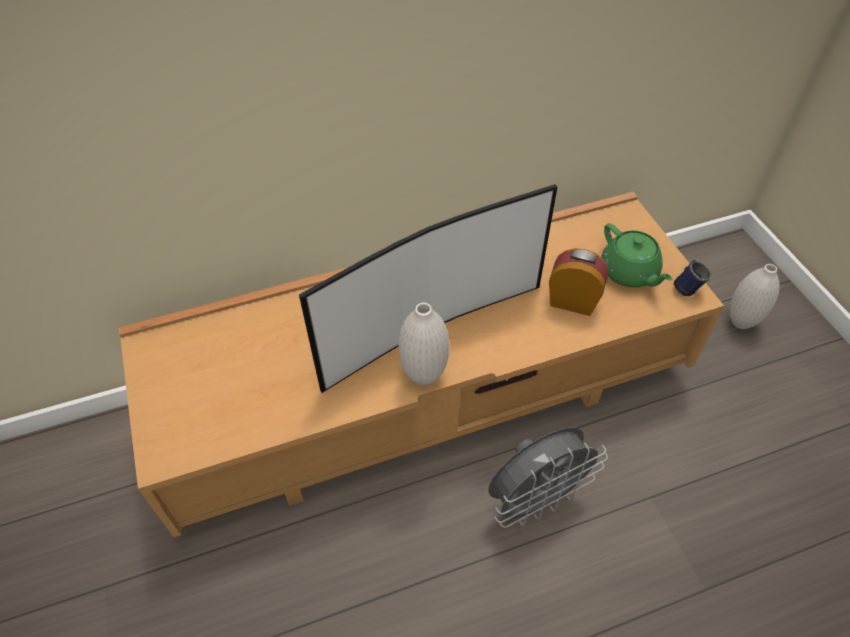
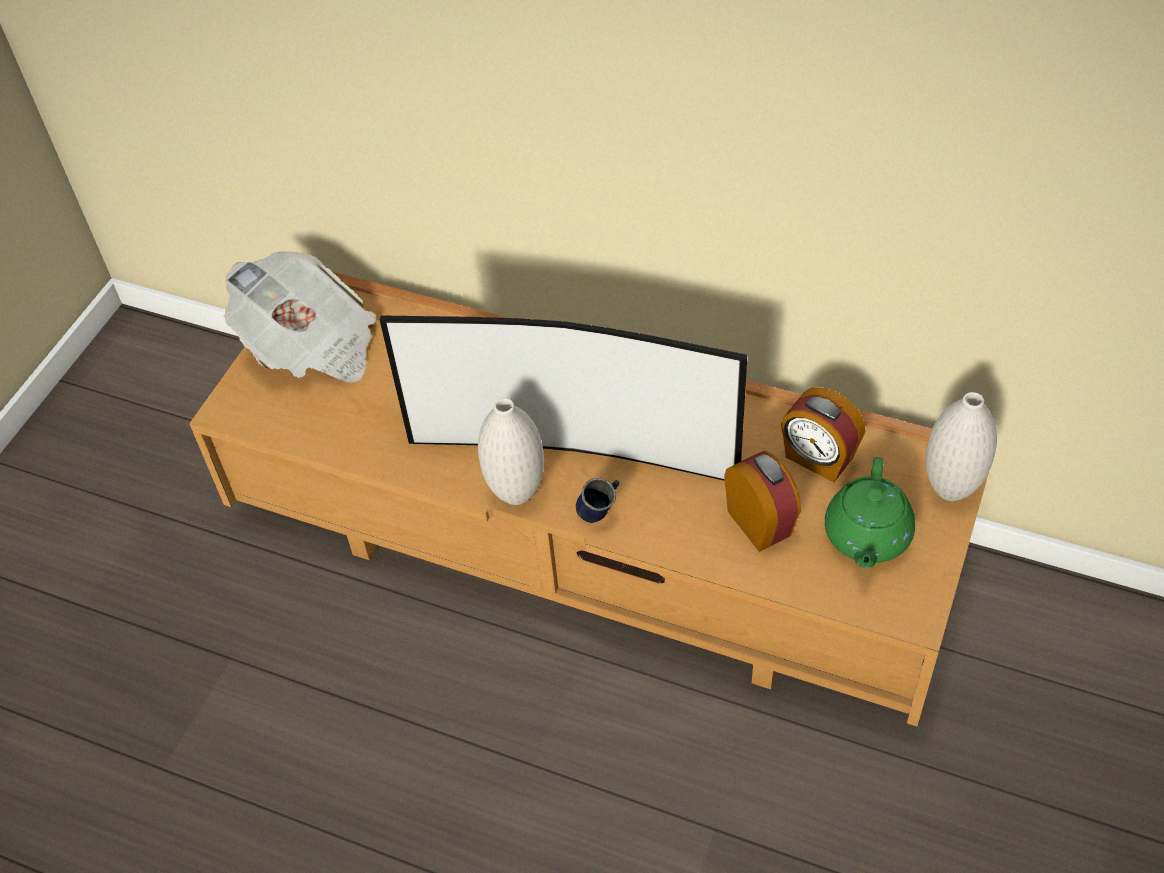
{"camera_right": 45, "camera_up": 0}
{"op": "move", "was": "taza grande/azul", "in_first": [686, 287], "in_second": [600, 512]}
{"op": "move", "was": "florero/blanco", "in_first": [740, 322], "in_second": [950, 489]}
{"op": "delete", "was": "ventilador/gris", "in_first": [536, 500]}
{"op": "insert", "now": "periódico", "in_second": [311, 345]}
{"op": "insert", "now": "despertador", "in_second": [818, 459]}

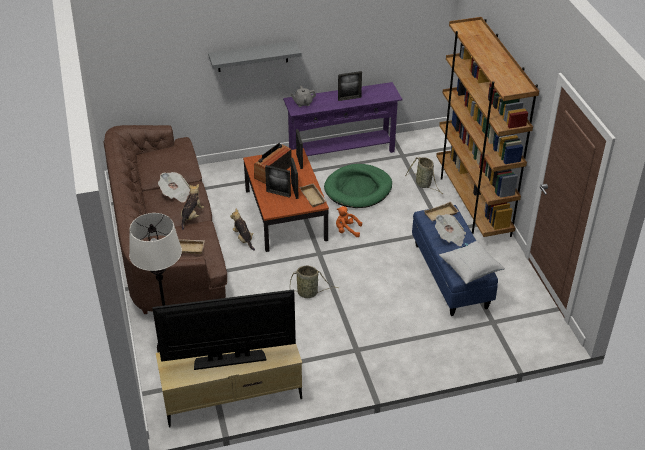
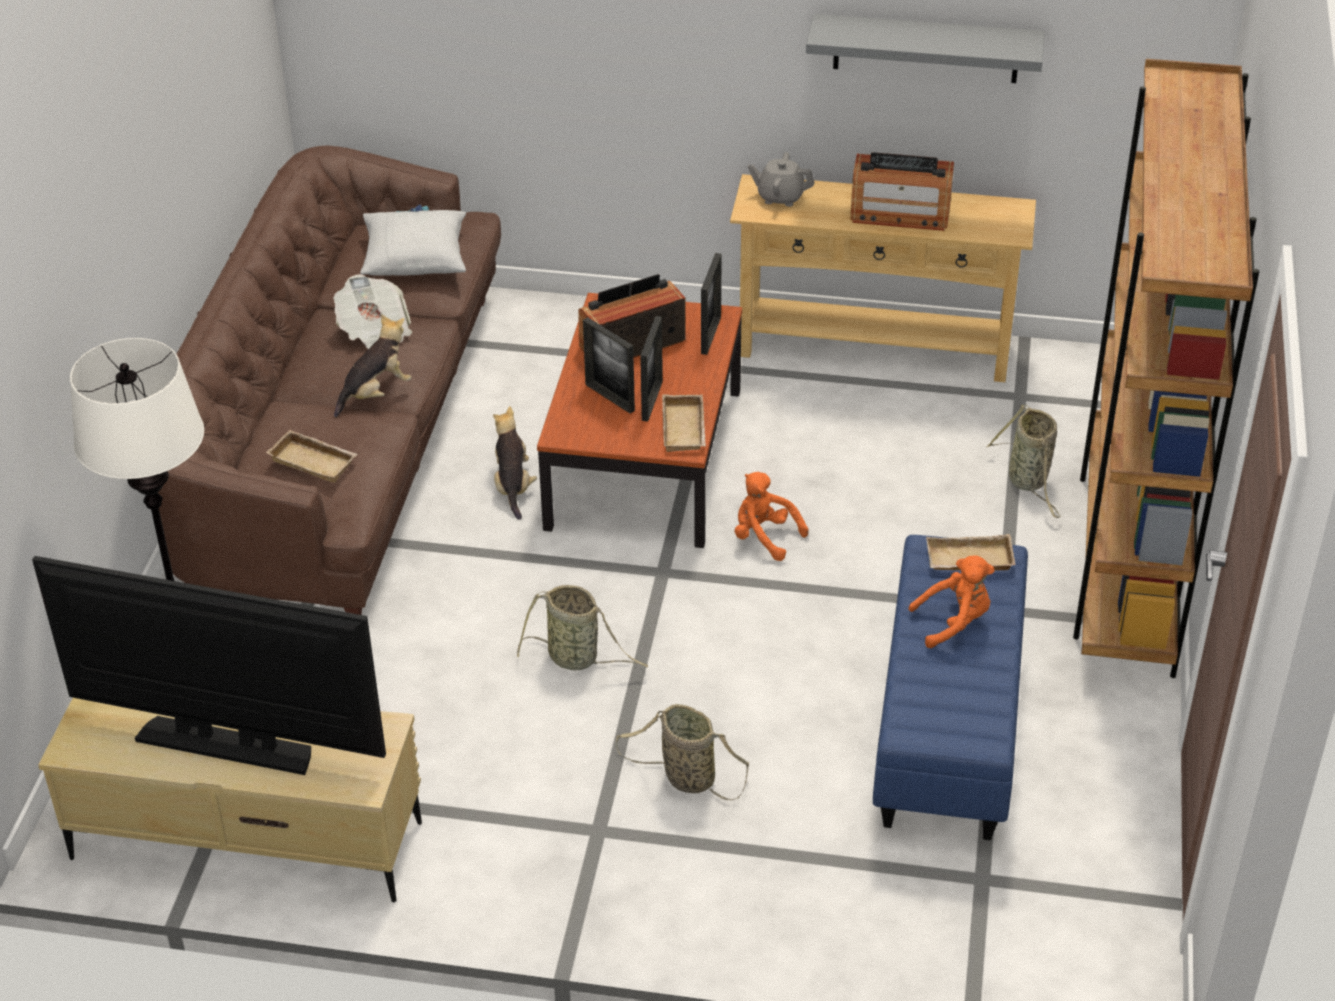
{"camera_right": 25, "camera_up": 0}
{"op": "move", "was": "estante/gris", "in_first": [252, 56], "in_second": [926, 48]}
{"op": "replace", "was": "portarretratos", "now": "radio", "in_first": [349, 98], "in_second": [900, 213]}
{"op": "recolor", "was": "mesa consola/morado", "now": "mesa consola/beis", "in_first": [341, 152], "in_second": [874, 348]}
{"op": "delete", "was": "cama para perro/verde", "in_first": [358, 189]}
{"op": "replace", "was": "periódico", "now": "peluche/naranja", "in_first": [450, 236], "in_second": [954, 622]}
{"op": "move", "was": "cojín/gris", "in_first": [470, 268], "in_second": [415, 259]}
{"op": "insert", "now": "cesta", "in_second": [685, 777]}

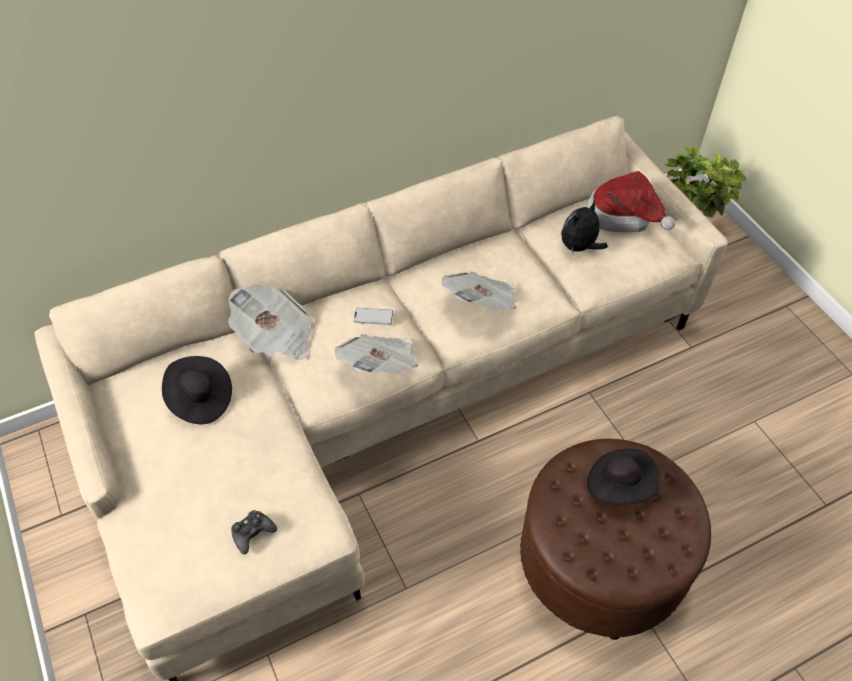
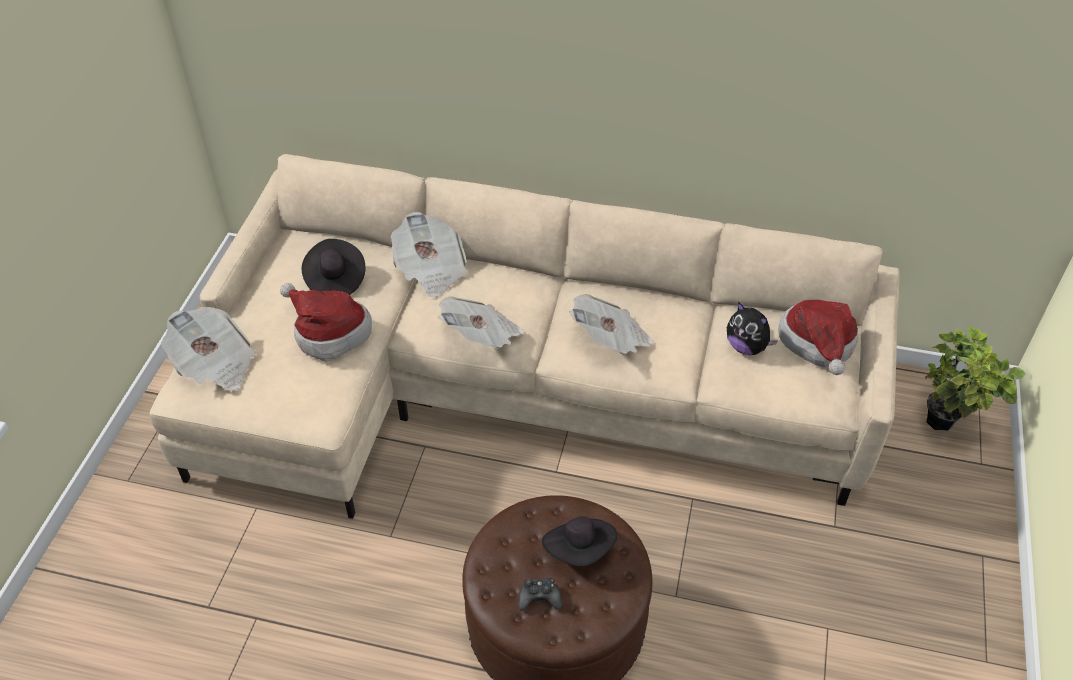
{"camera_right": 40, "camera_up": -5}
{"op": "rotate", "was": "peluche", "in_first": [579, 247], "in_second": [746, 347], "clockwise": -135}
{"op": "delete", "was": "móvil", "in_first": [373, 317]}
{"op": "move", "was": "mando de consola/negro", "in_first": [252, 533], "in_second": [539, 597]}
{"op": "insert", "now": "sombrero", "in_second": [328, 333]}
{"op": "insert", "now": "periódico", "in_second": [215, 364]}

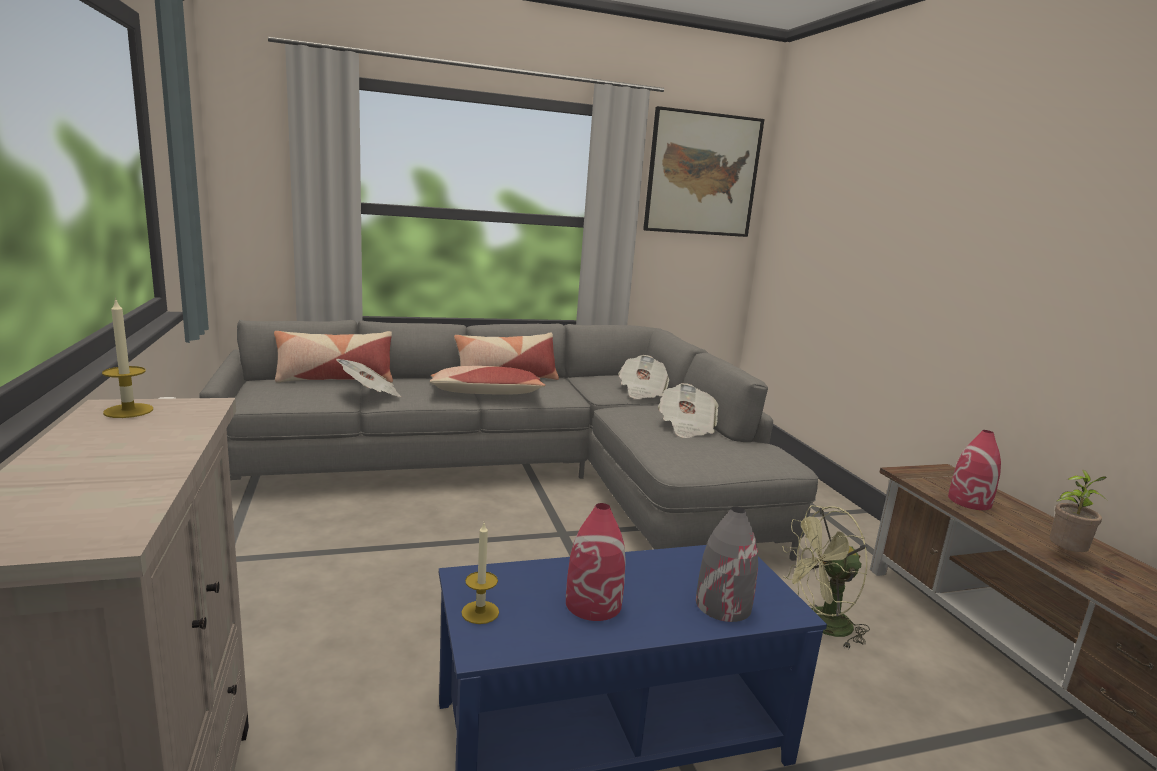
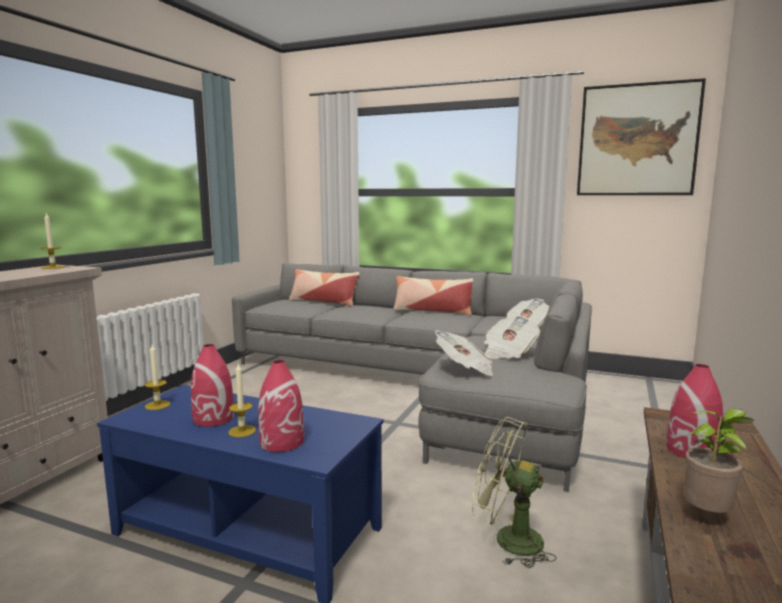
{"camera_right": 40, "camera_up": -5}
{"op": "move", "was": "periódico", "in_first": [370, 394], "in_second": [465, 369]}
{"op": "delete", "was": "cojín", "in_first": [486, 393]}
{"op": "recolor", "was": "florero/gris", "now": "florero/rojo", "in_first": [722, 605], "in_second": [282, 442]}
{"op": "insert", "now": "vela", "in_second": [242, 431]}

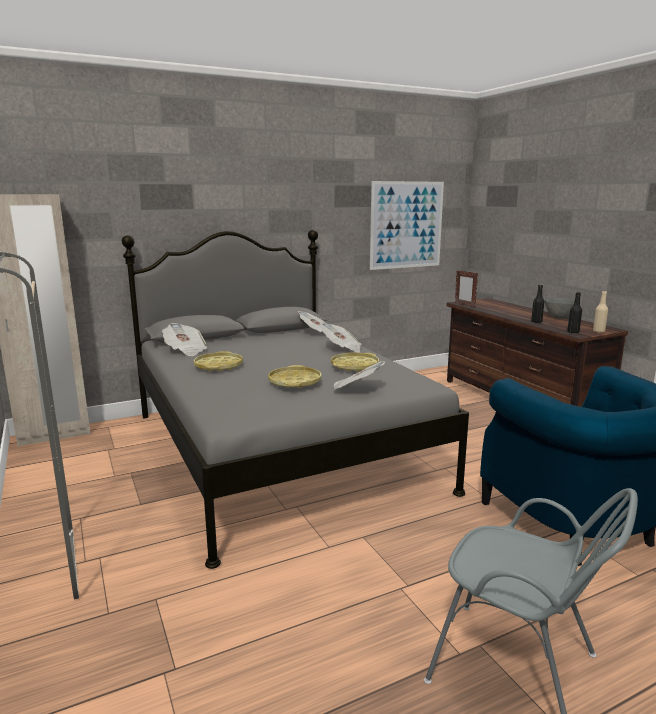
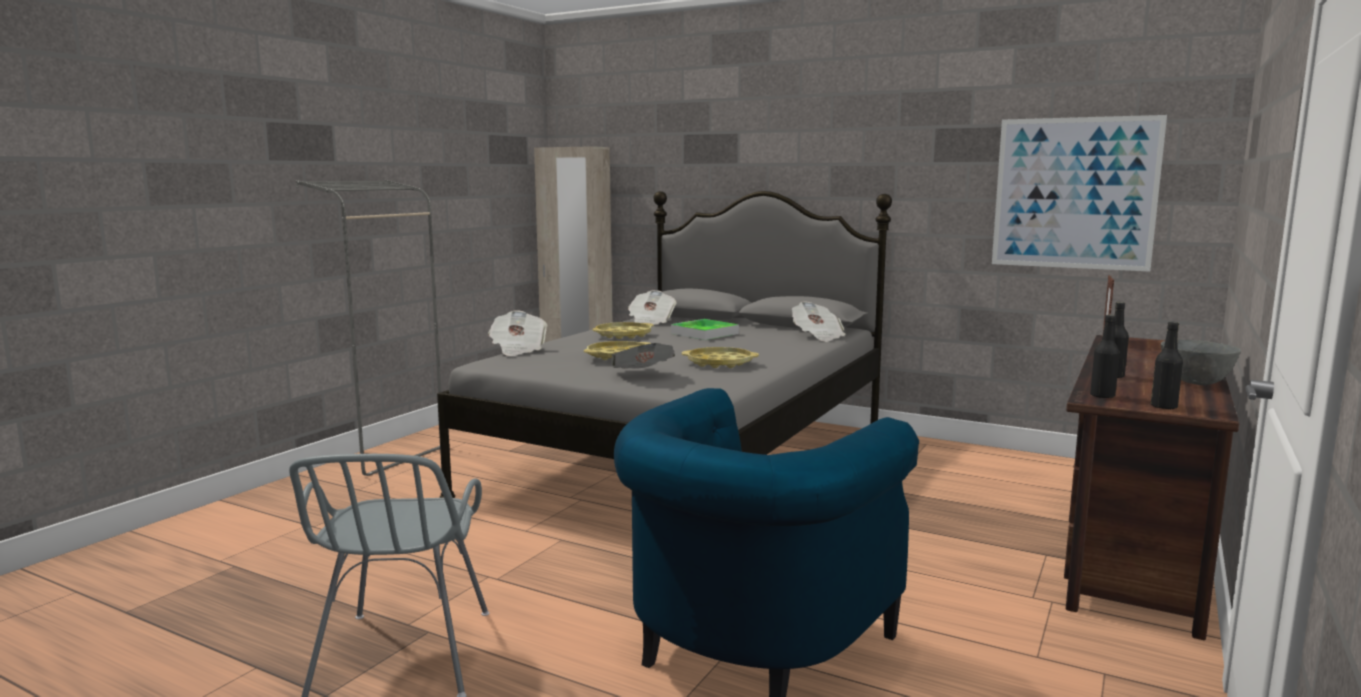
{"camera_right": 55, "camera_up": -5}
{"op": "recolor", "was": "botella/beis", "now": "botella/negro", "in_first": [598, 331], "in_second": [1163, 407]}
{"op": "move", "was": "periódico", "in_first": [342, 348], "in_second": [518, 349]}
{"op": "insert", "now": "bandeja", "in_second": [704, 333]}

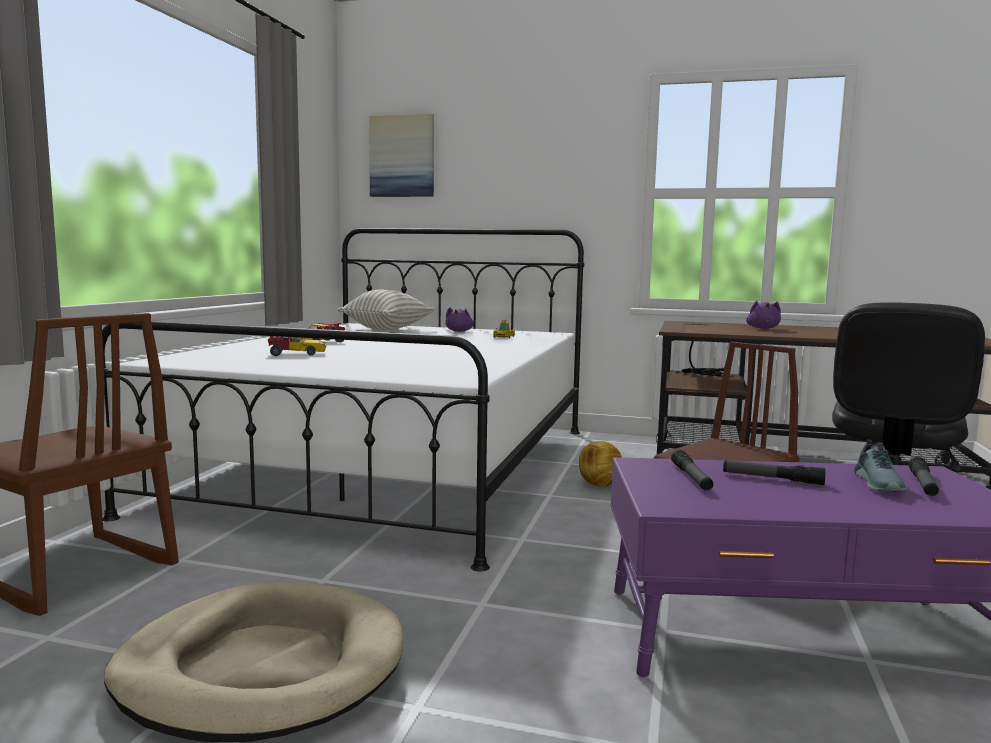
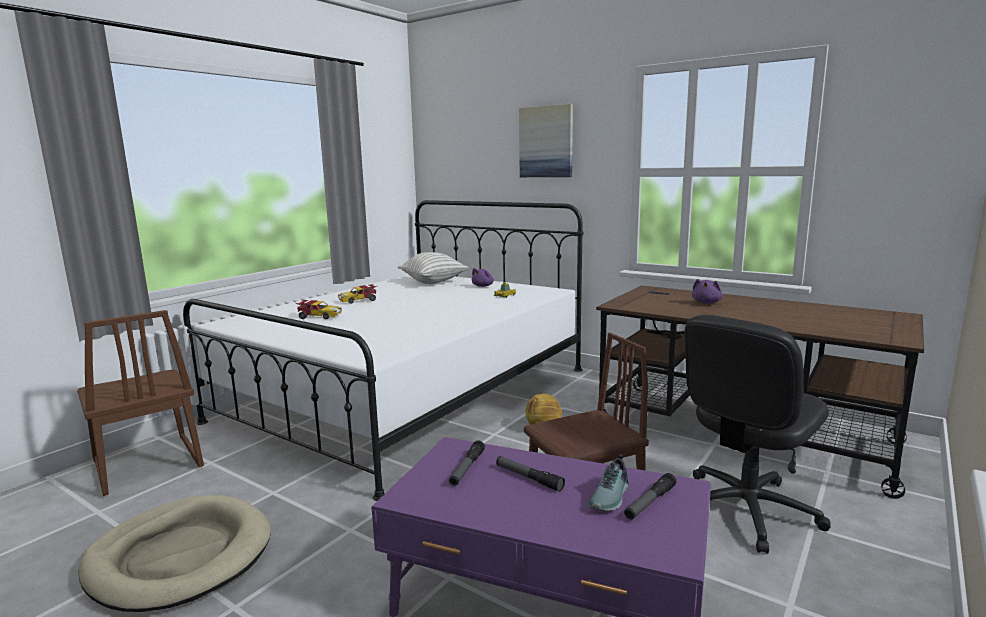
{"camera_right": 20, "camera_up": 5}
{"op": "move", "was": "cuadro", "in_first": [402, 156], "in_second": [546, 142]}

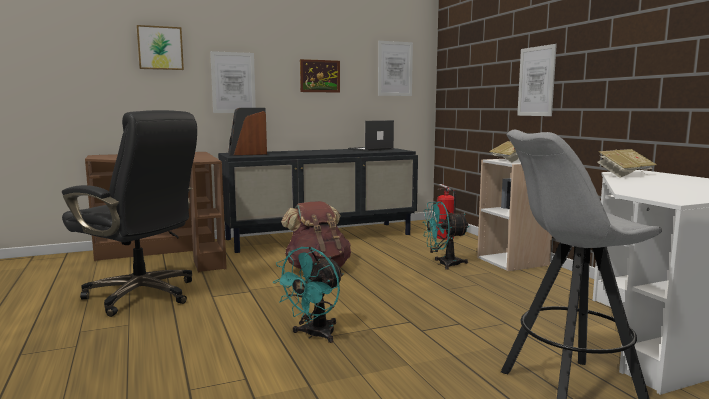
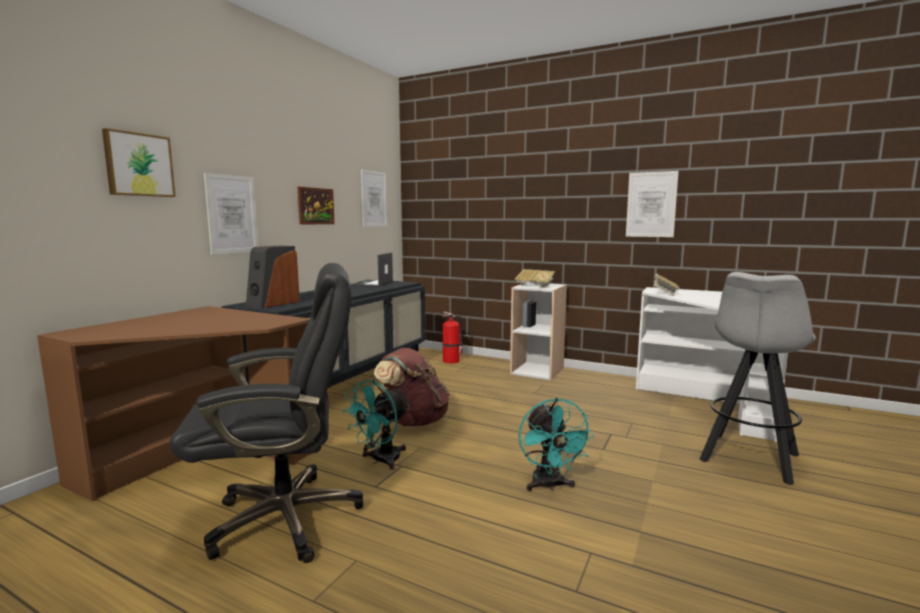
{"camera_right": -40, "camera_up": 0}
{"op": "move", "was": "cuadro", "in_first": [536, 81], "in_second": [651, 204]}
{"op": "move", "was": "ventilador/turquesa", "in_first": [443, 264], "in_second": [380, 461]}

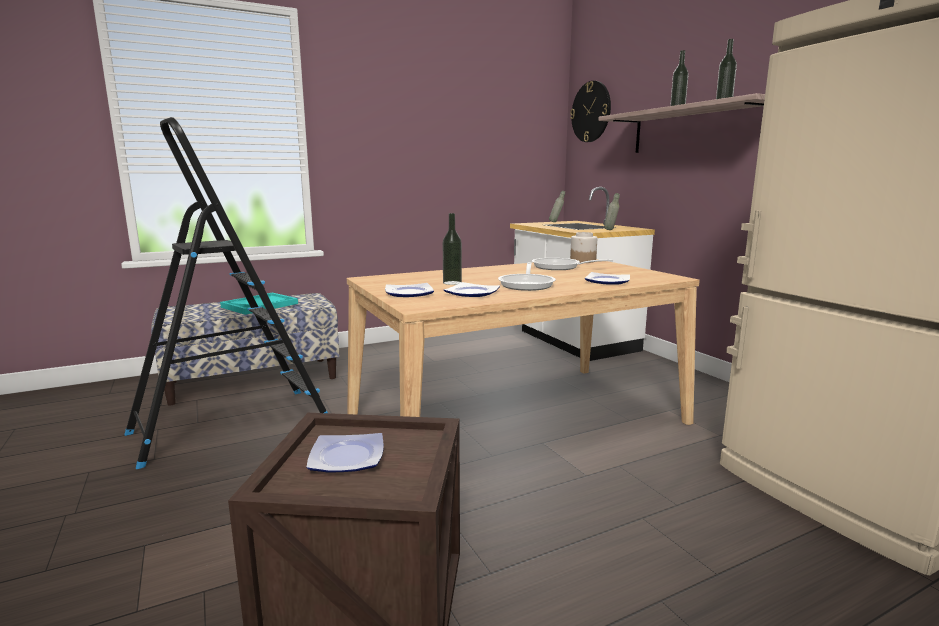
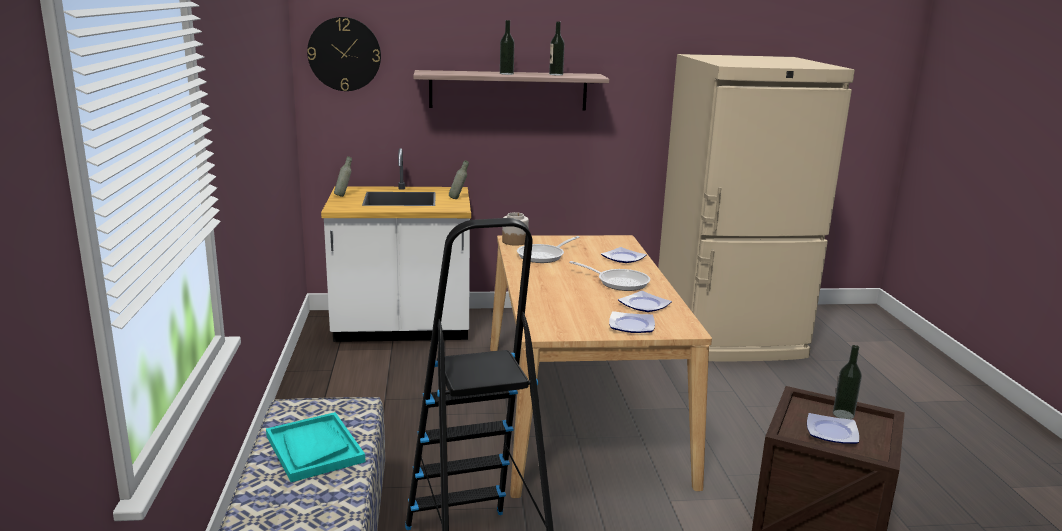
{"camera_right": -70, "camera_up": 5}
{"op": "move", "was": "botella", "in_first": [452, 283], "in_second": [843, 414]}

